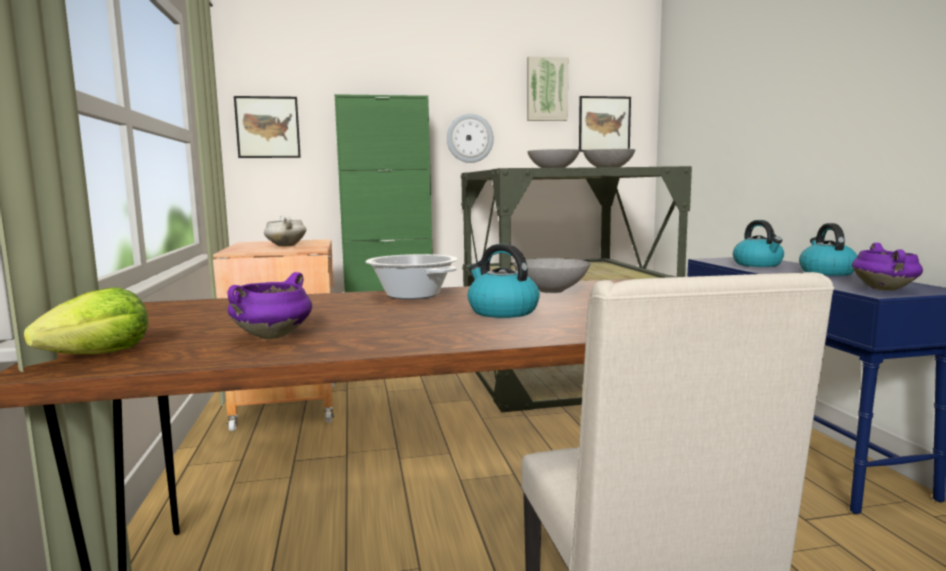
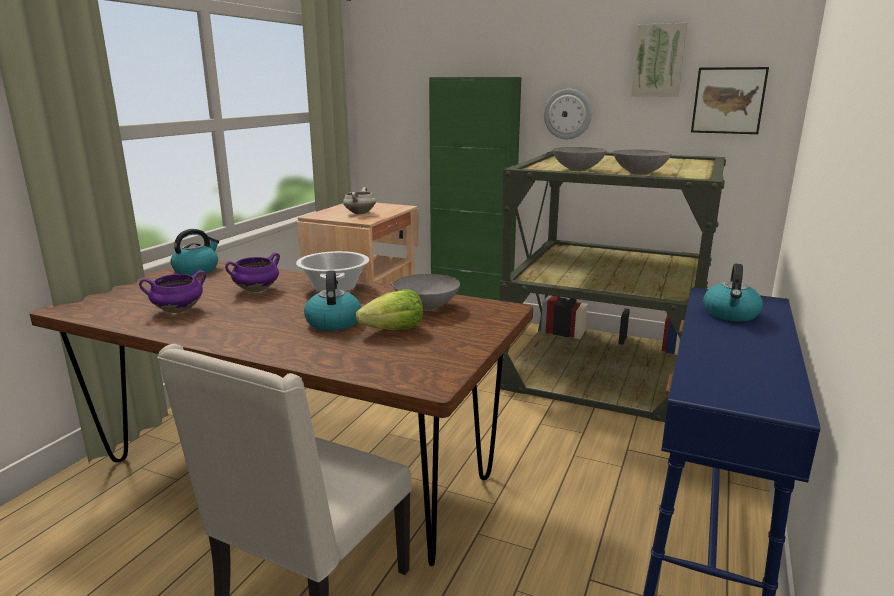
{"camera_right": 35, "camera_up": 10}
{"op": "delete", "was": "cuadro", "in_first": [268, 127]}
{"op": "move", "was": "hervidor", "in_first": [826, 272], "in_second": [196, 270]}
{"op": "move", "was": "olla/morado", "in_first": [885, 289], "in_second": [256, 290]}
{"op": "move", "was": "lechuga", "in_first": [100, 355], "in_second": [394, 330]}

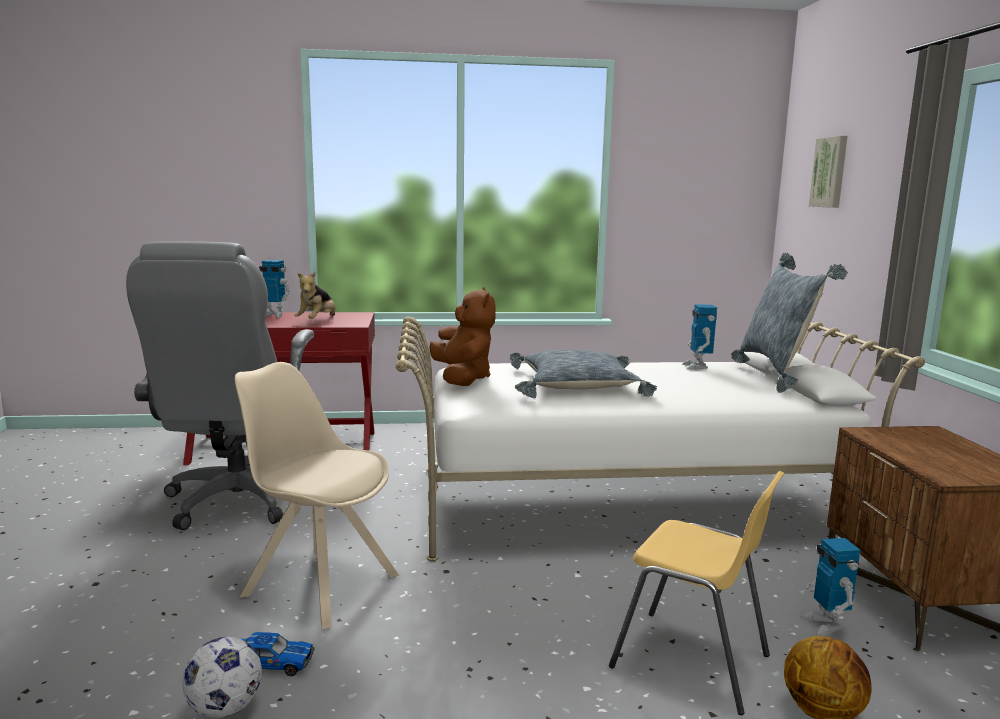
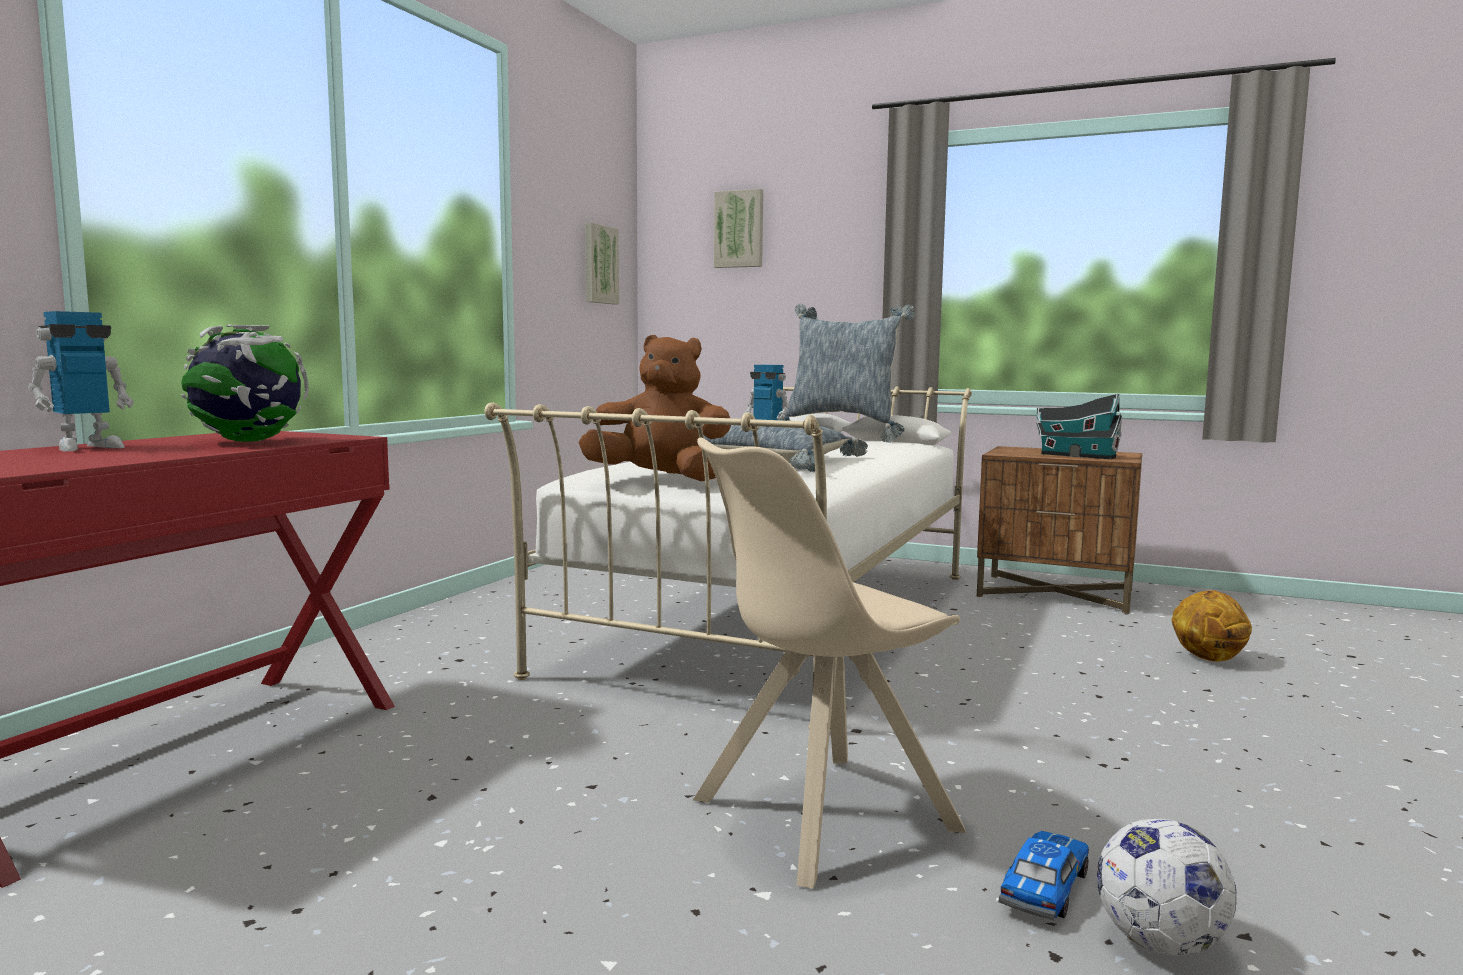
{"camera_right": -60, "camera_up": -5}
{"op": "delete", "was": "silla de oficina/gris", "in_first": [237, 501]}
{"op": "replace", "was": "peluche", "now": "globo terráqueo", "in_first": [317, 321], "in_second": [248, 442]}
{"op": "delete", "was": "silla/amarillo", "in_first": [692, 661]}
{"op": "delete", "was": "robot de juguete", "in_first": [825, 624]}
{"op": "insert", "now": "cuadro", "in_second": [599, 264]}
{"op": "insert", "now": "casita", "in_second": [1075, 455]}

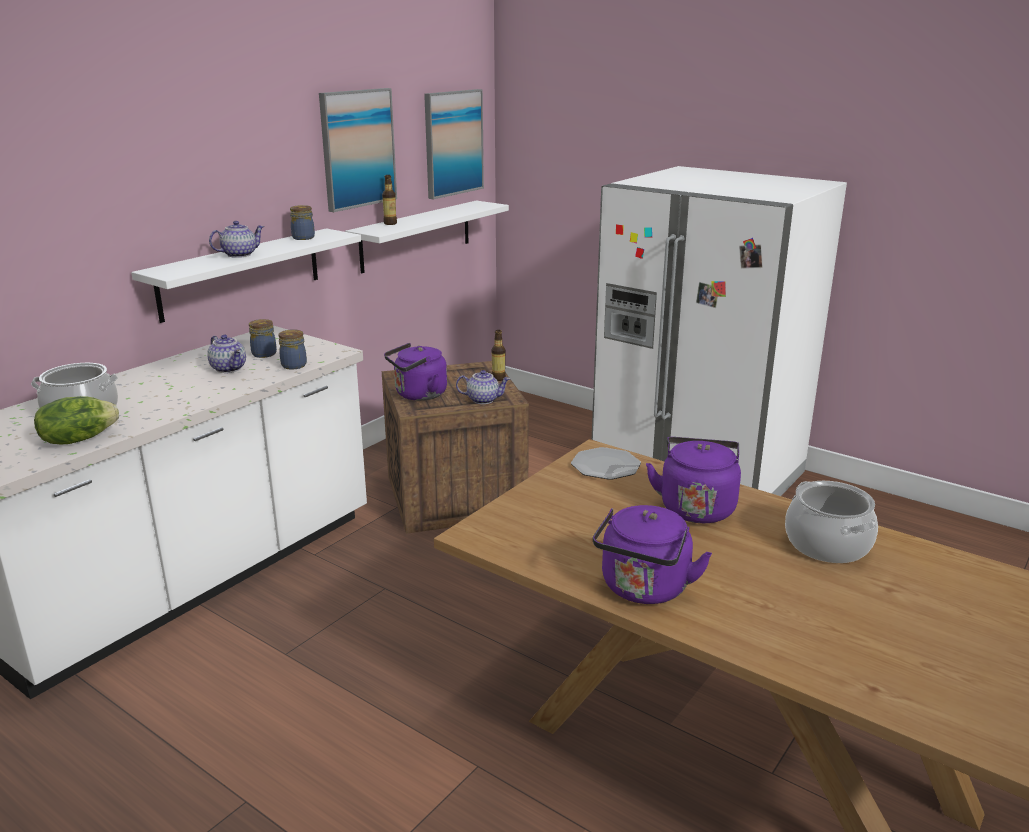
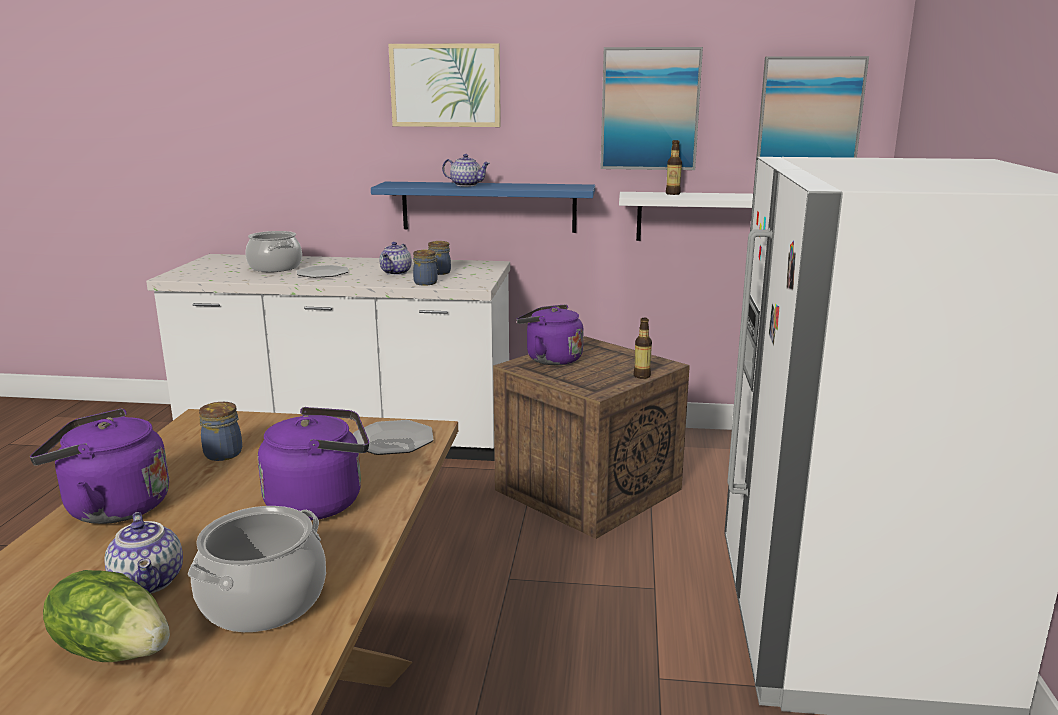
{"camera_right": 60, "camera_up": -5}
{"op": "move", "was": "tarro", "in_first": [303, 237], "in_second": [224, 453]}
{"op": "recolor", "was": "estante/blanco", "now": "estante/azul", "in_first": [241, 273], "in_second": [488, 207]}
{"op": "move", "was": "tetera", "in_first": [483, 400], "in_second": [150, 582]}
{"op": "move", "was": "lechuga", "in_first": [78, 439], "in_second": [114, 649]}
{"op": "insert", "now": "cuadro", "in_second": [445, 85]}
{"op": "insert", "now": "plato", "in_second": [322, 273]}

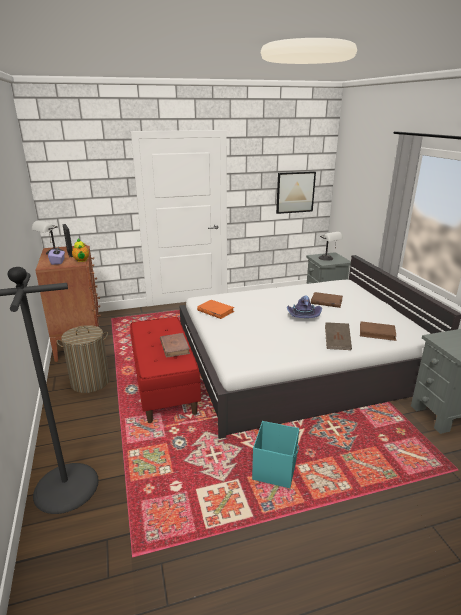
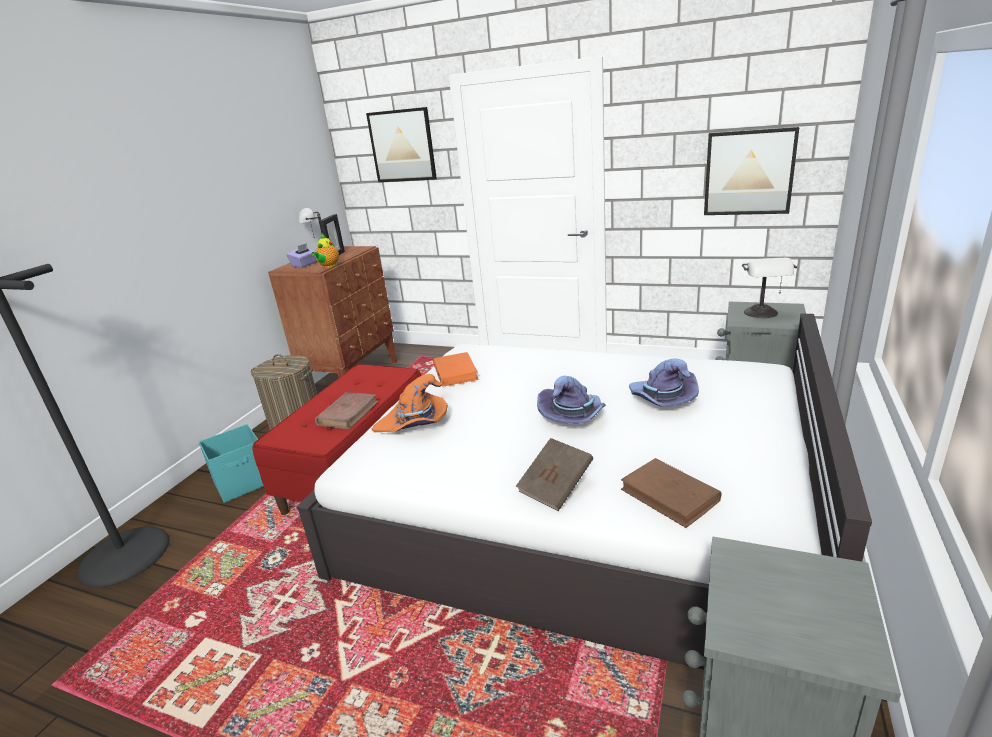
{"camera_right": 40, "camera_up": 0}
{"op": "replace", "was": "libro/marrón", "now": "sombrero/morado", "in_first": [326, 301], "in_second": [661, 400]}
{"op": "move", "was": "caja de almacenaje/turquesa", "in_first": [275, 469], "in_second": [244, 482]}
{"op": "insert", "now": "cuadro", "in_second": [402, 146]}
{"op": "insert", "now": "sombrero/naranja", "in_second": [414, 423]}

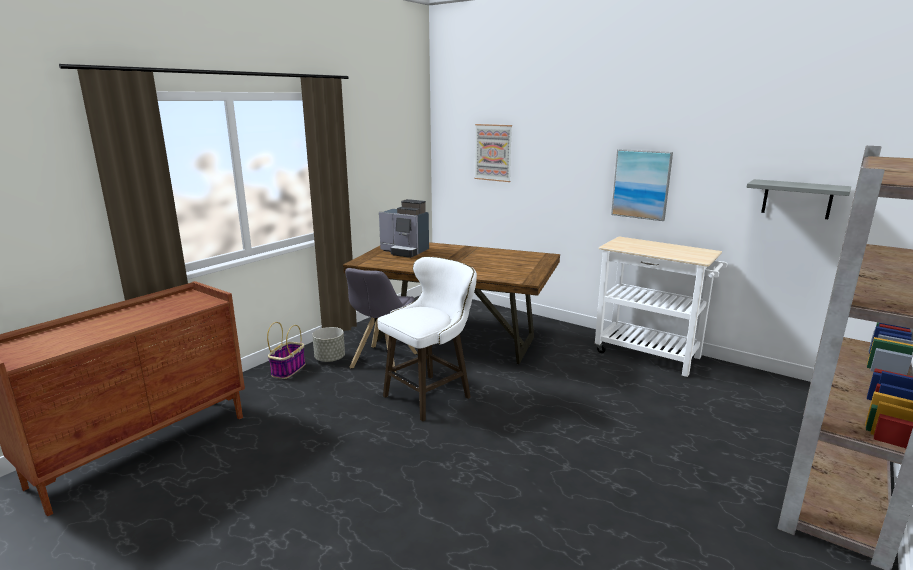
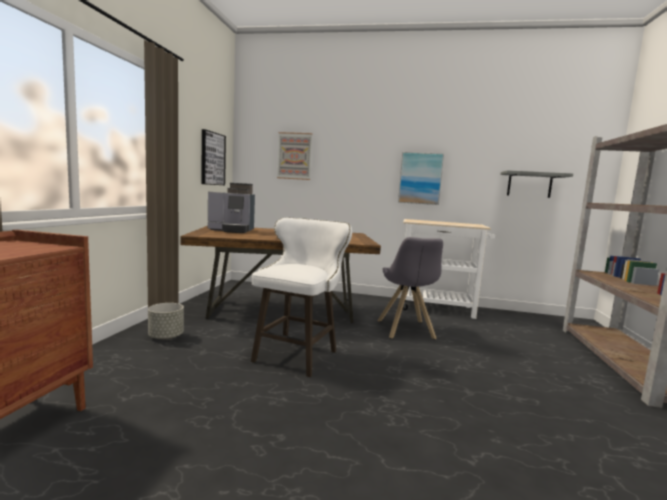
{"camera_right": -25, "camera_up": -10}
{"op": "move", "was": "silla/gris", "in_first": [383, 360], "in_second": [406, 329]}
{"op": "delete", "was": "cesta", "in_first": [288, 369]}
{"op": "insert", "now": "cuadro", "in_second": [212, 159]}

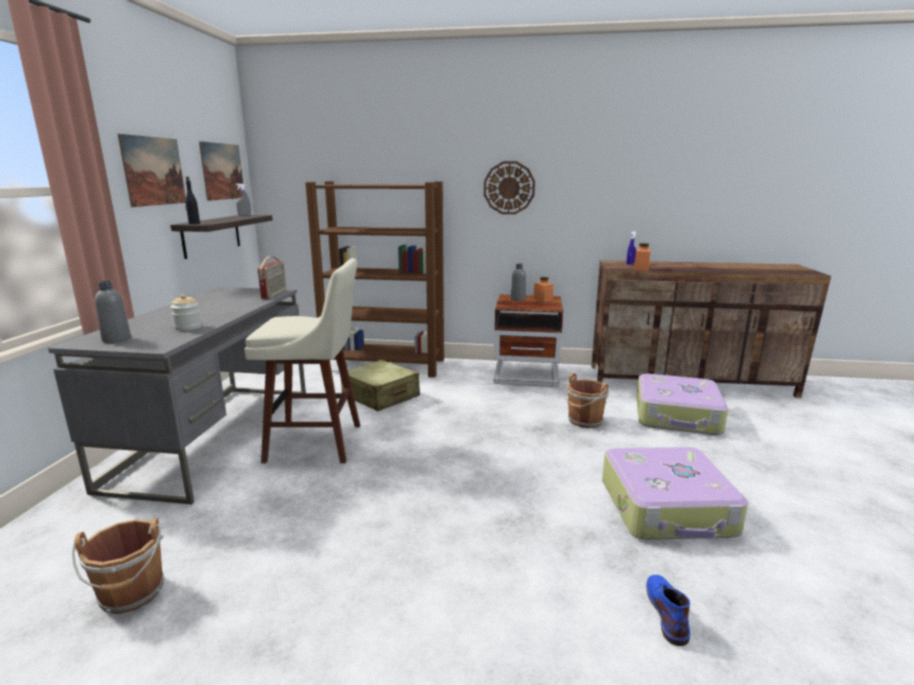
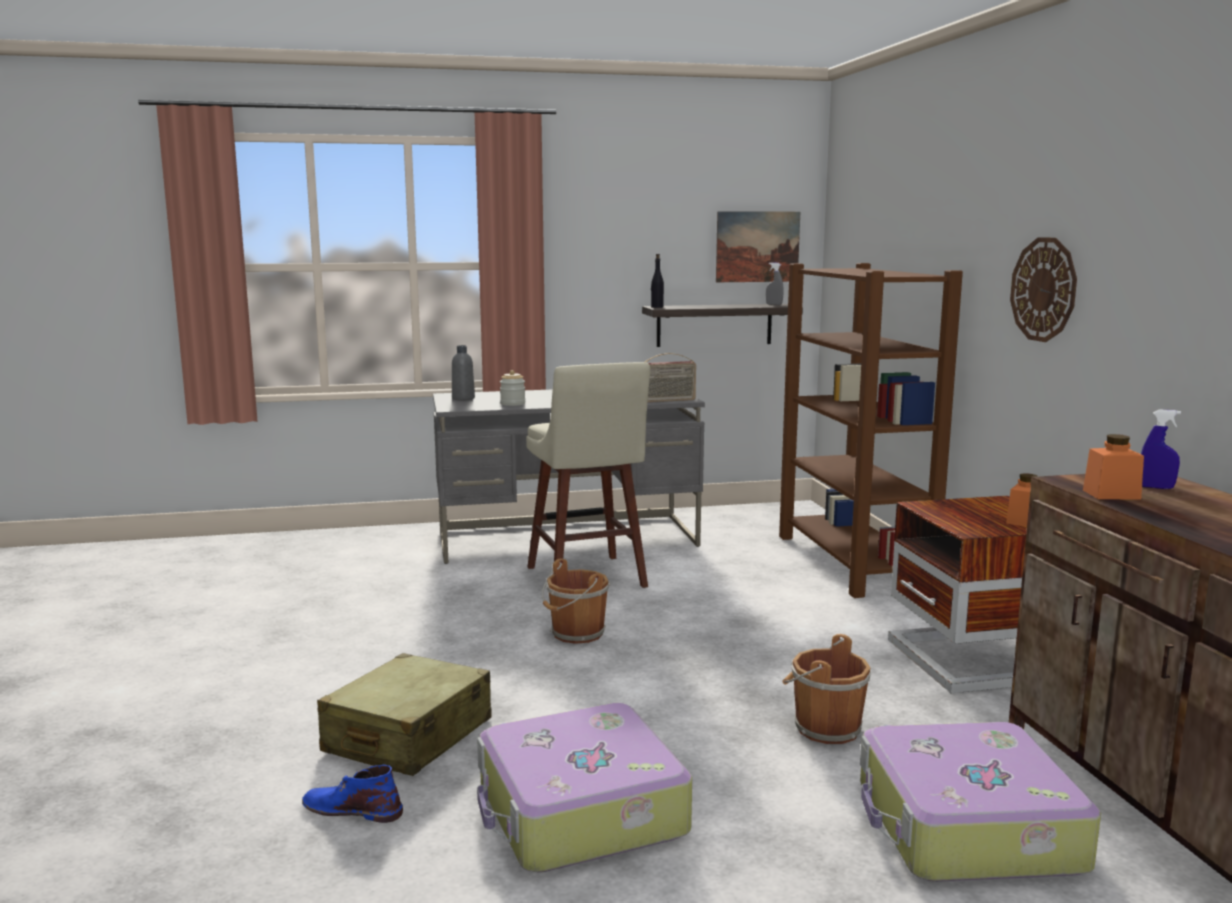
{"camera_right": 70, "camera_up": -5}
{"op": "delete", "was": "cuadro", "in_first": [154, 171]}
{"op": "delete", "was": "botella/gris", "in_first": [518, 299]}
{"op": "move", "was": "maleta/beis", "in_first": [380, 396], "in_second": [408, 737]}
{"op": "move", "was": "cubo/marrón", "in_first": [132, 594], "in_second": [576, 634]}
{"op": "rotate", "was": "bota/azul", "in_first": [667, 610], "in_second": [352, 809], "clockwise": -150}

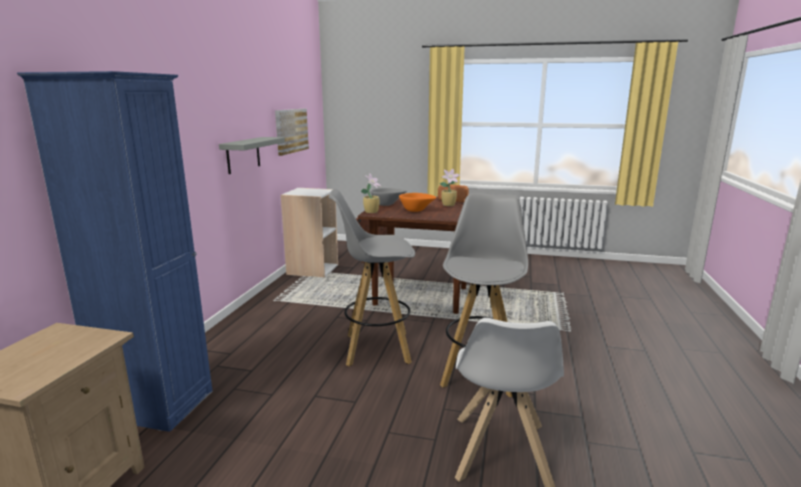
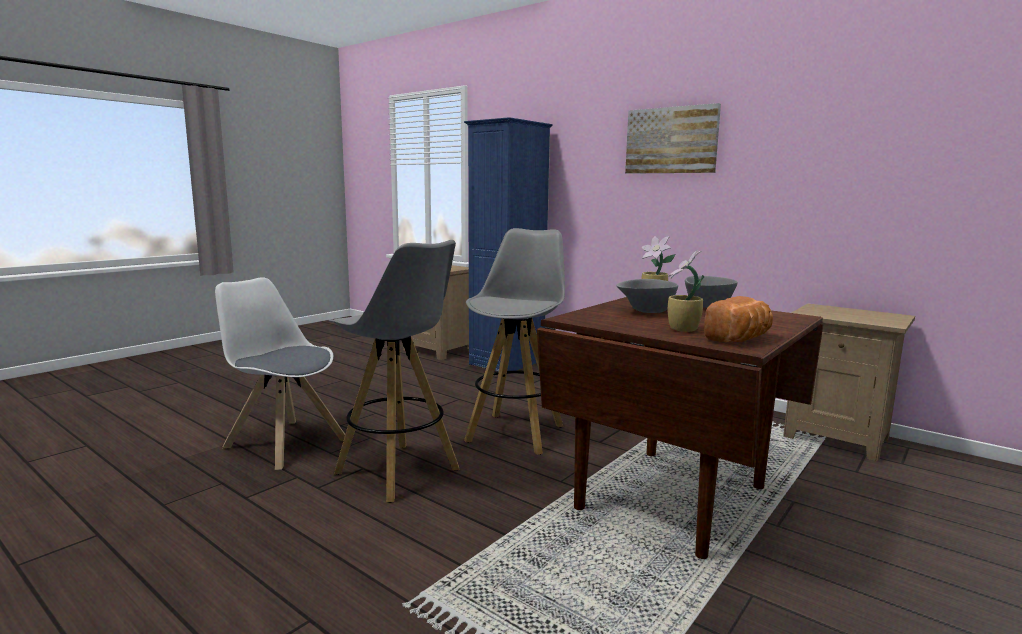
{"camera_right": 115, "camera_up": -5}
{"op": "move", "was": "cuadro", "in_first": [291, 131], "in_second": [671, 140]}
{"op": "delete", "was": "estante/gris", "in_first": [243, 155]}
{"op": "replace", "was": "estantería", "now": "mesita de noche/beis", "in_first": [313, 269], "in_second": [836, 439]}
{"op": "recolor", "was": "cuenco/naranja", "now": "cuenco/gris", "in_first": [417, 210], "in_second": [645, 311]}

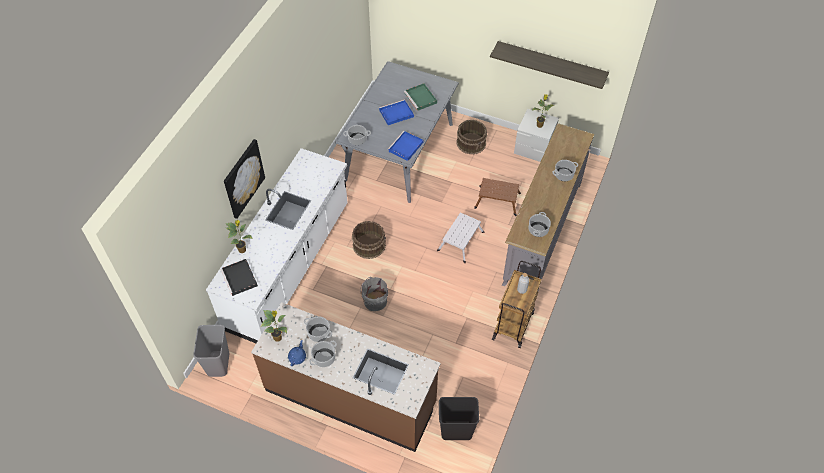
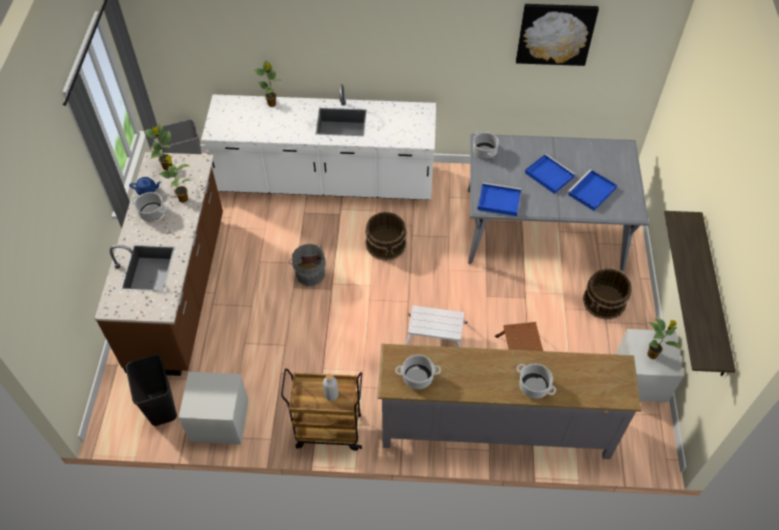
{"camera_right": 70, "camera_up": 0}
{"op": "recolor", "was": "bandeja/verde", "now": "bandeja/azul", "in_first": [421, 98], "in_second": [591, 192]}
{"op": "move", "was": "cuadro", "in_first": [243, 178], "in_second": [555, 34]}
{"op": "delete", "was": "bandeja/negro", "in_first": [240, 279]}
{"op": "replace", "was": "olla", "now": "planta en maceta", "in_first": [319, 333], "in_second": [182, 198]}
{"op": "insert", "now": "mesita de noche/blanco", "in_second": [219, 422]}

